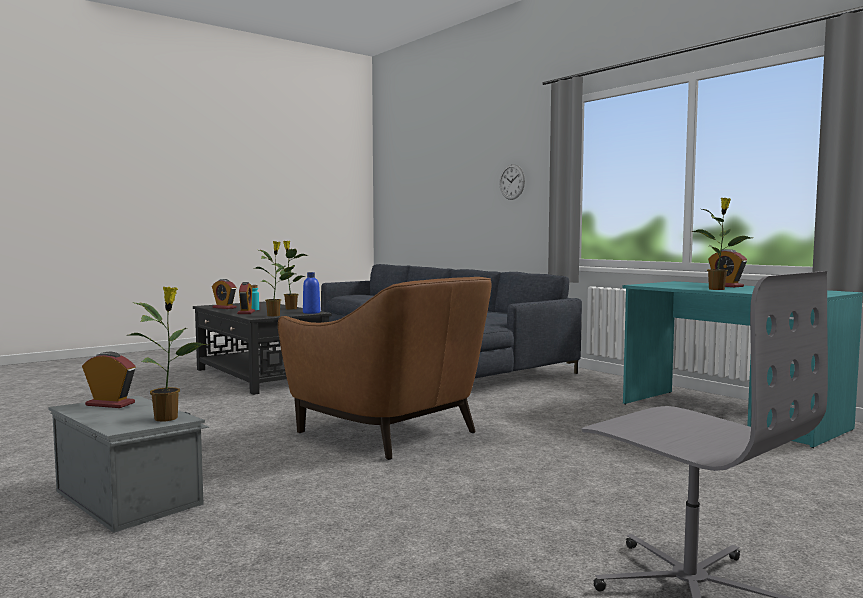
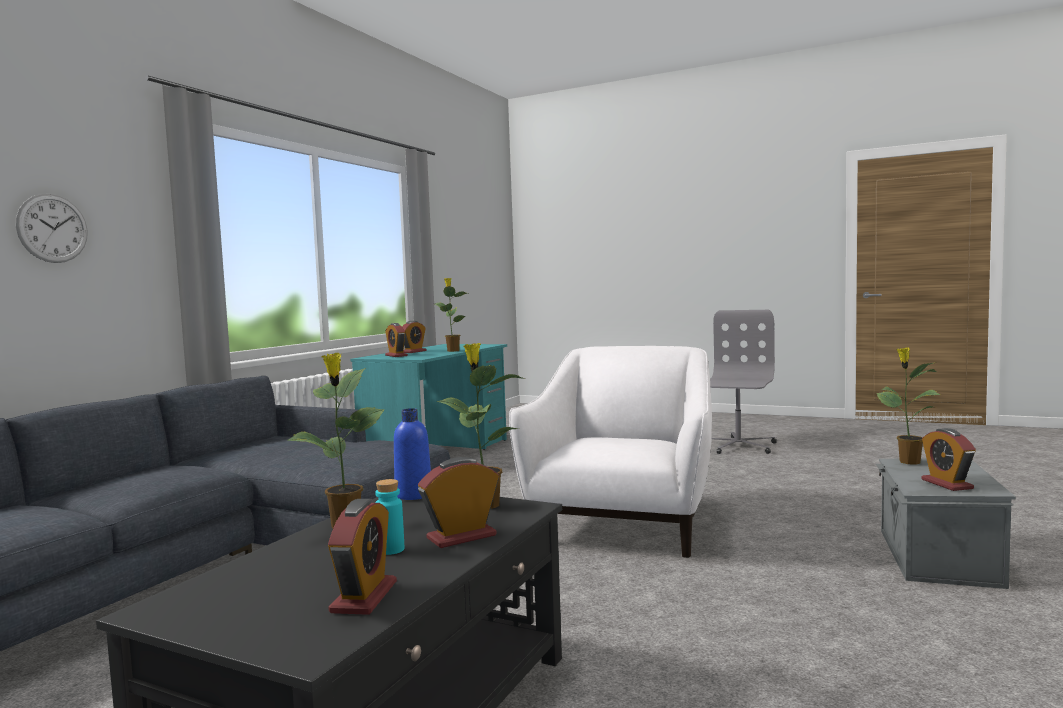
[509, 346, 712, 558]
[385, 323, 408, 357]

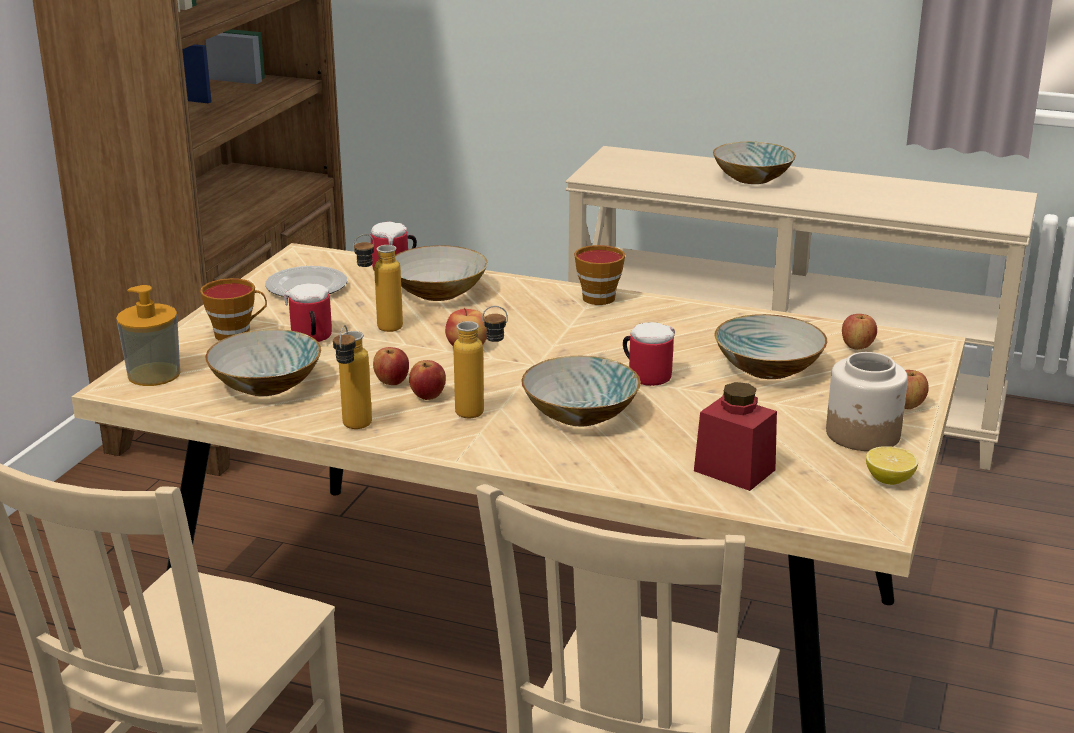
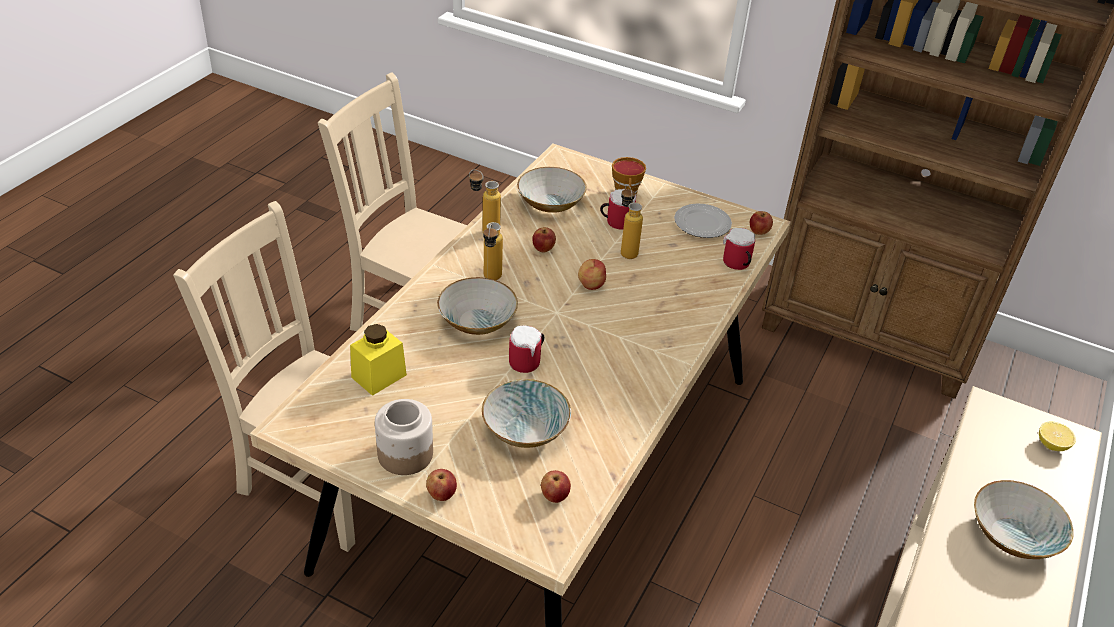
[395, 245, 488, 301] (first image)
[574, 245, 625, 305] (first image)
[116, 285, 180, 386] (first image)
[750, 211, 773, 235]
[350, 324, 407, 396]
[1039, 422, 1076, 451]

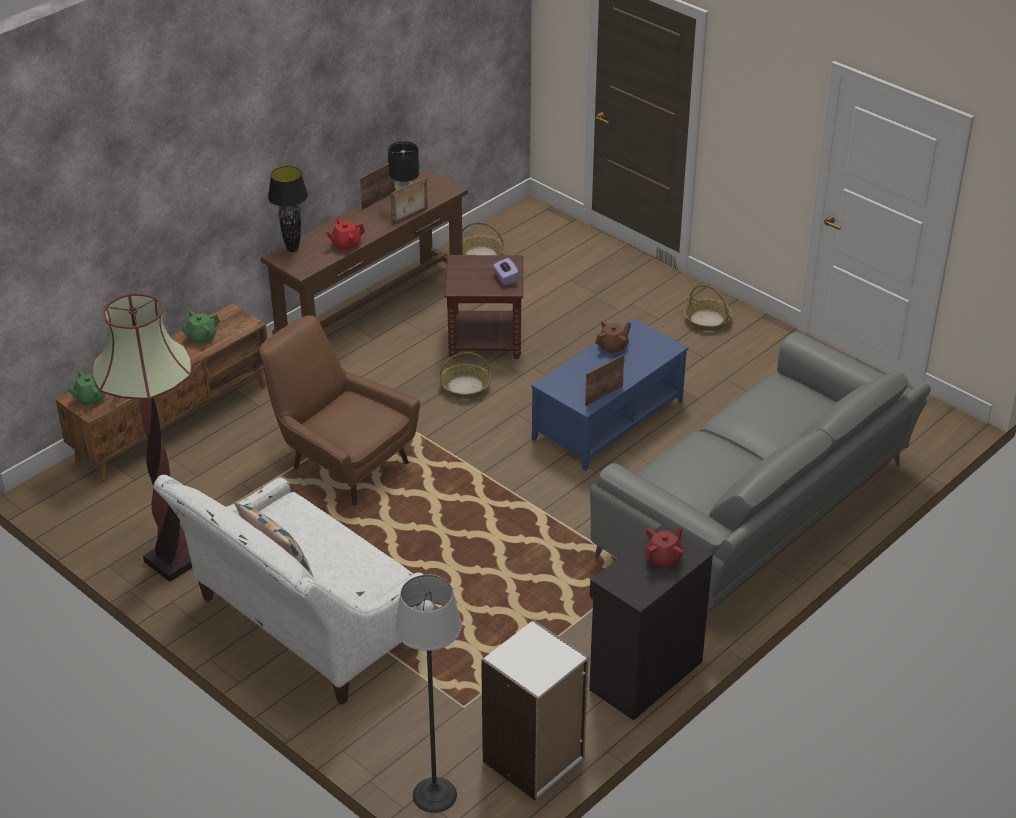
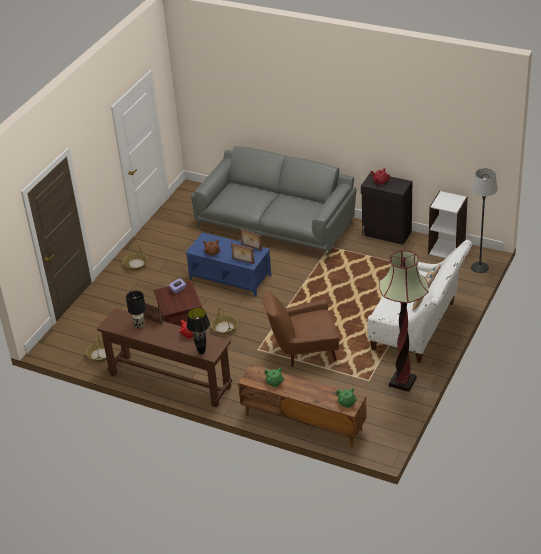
[231, 243, 255, 264]
[262, 290, 340, 367]

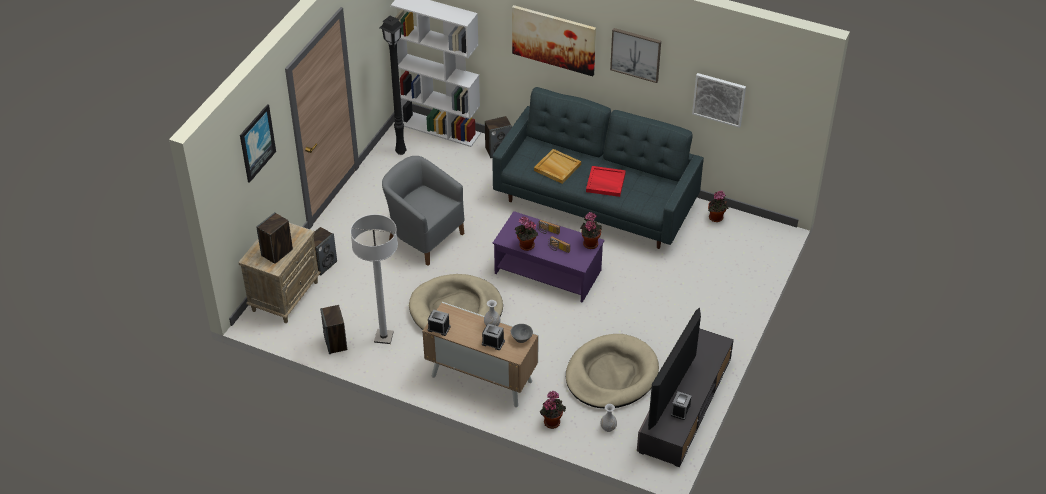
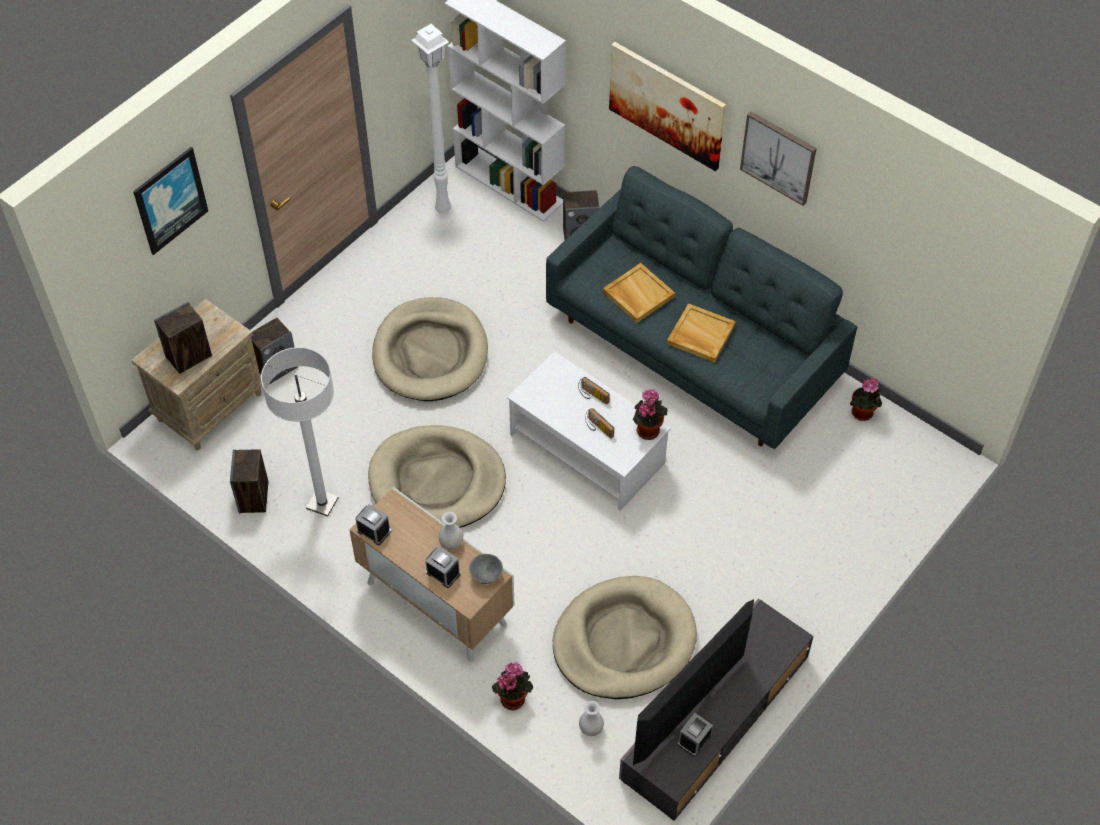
[412, 24, 451, 214]
[692, 73, 746, 128] (first image)
[372, 297, 488, 401]
[667, 303, 736, 363]
[507, 351, 671, 511]
[514, 217, 538, 251] (first image)

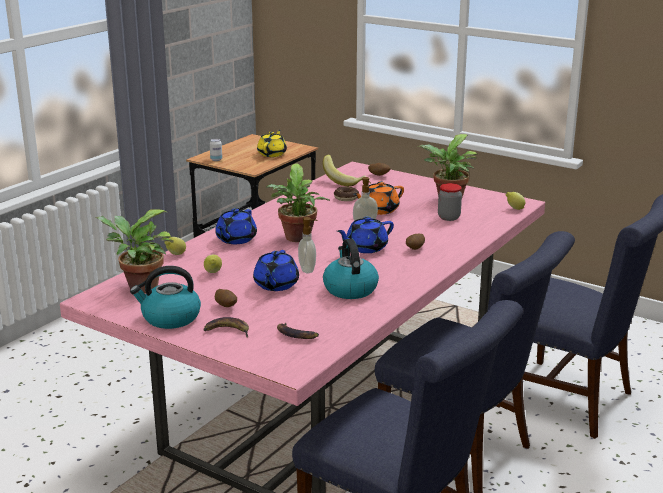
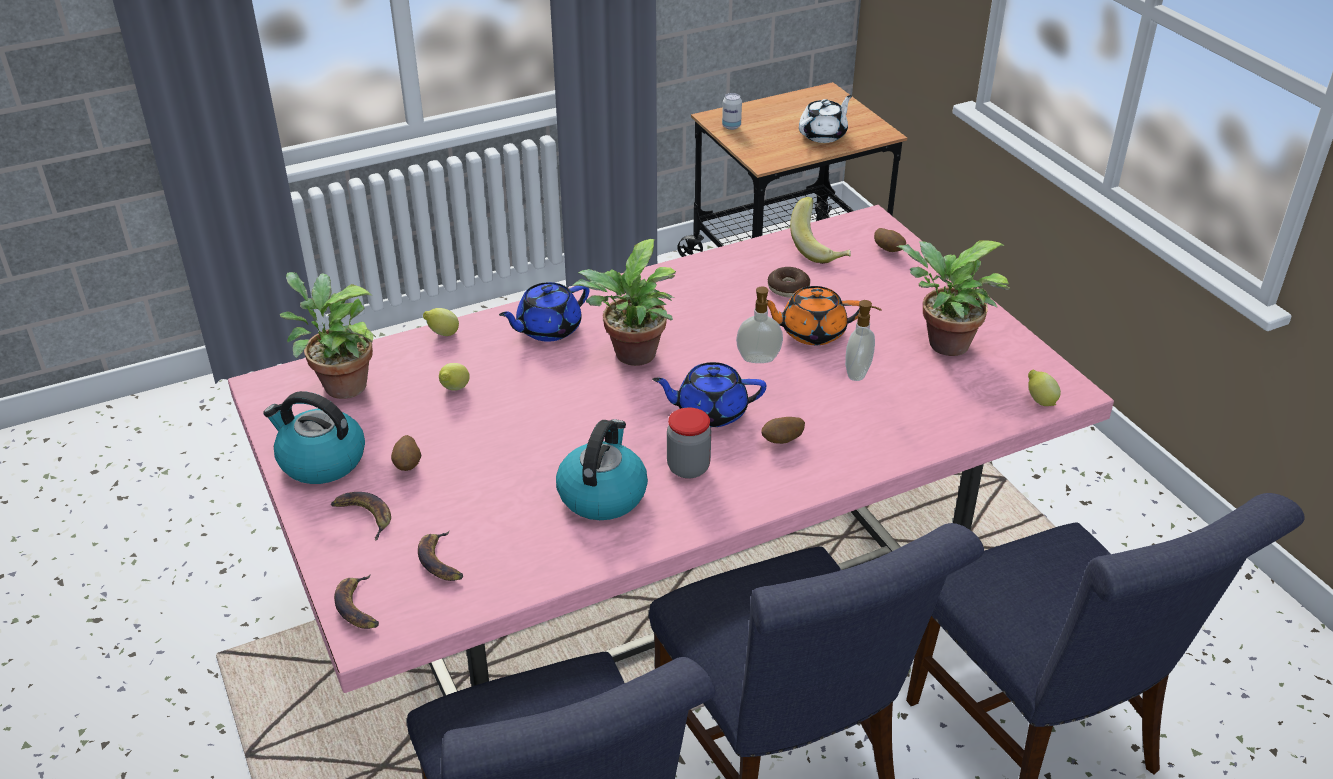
[799, 95, 852, 143]
[667, 407, 711, 479]
[845, 300, 882, 381]
[253, 250, 299, 291] (first image)
[334, 574, 379, 629]

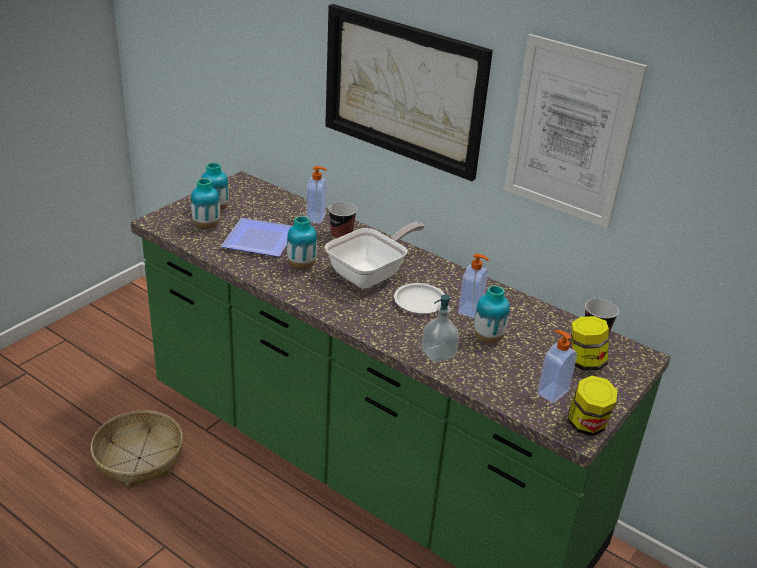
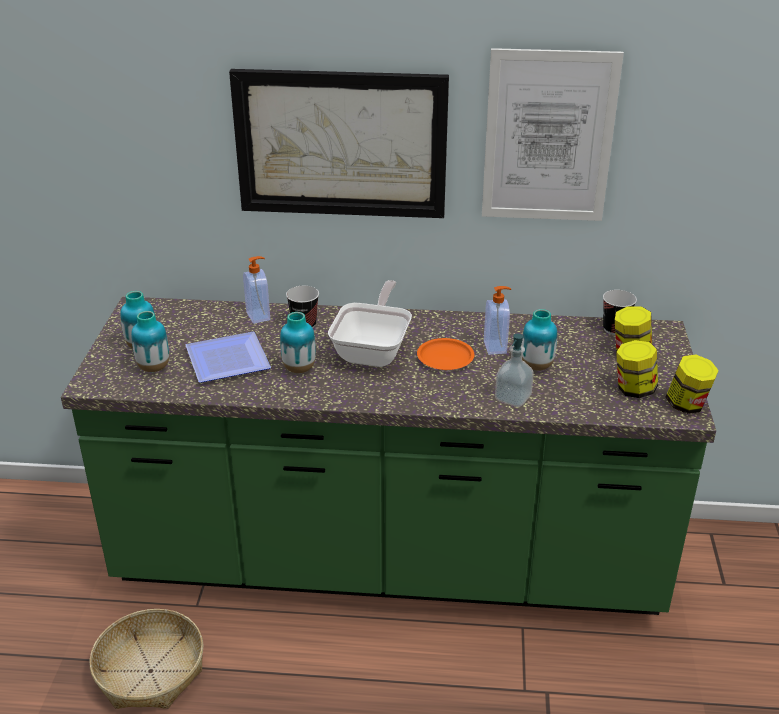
[417, 338, 475, 370]
[616, 340, 658, 398]

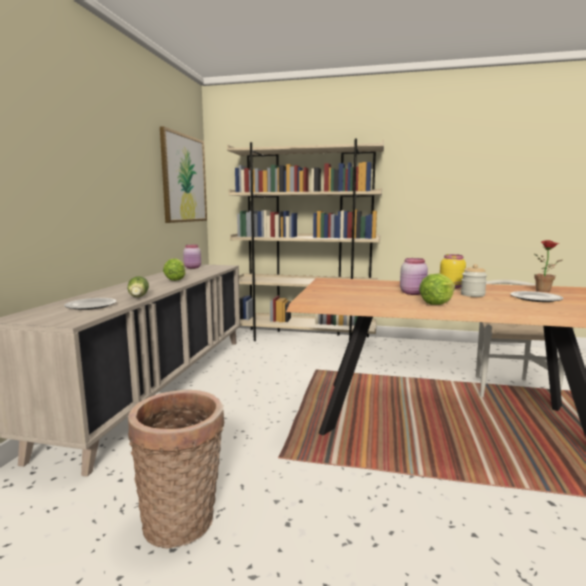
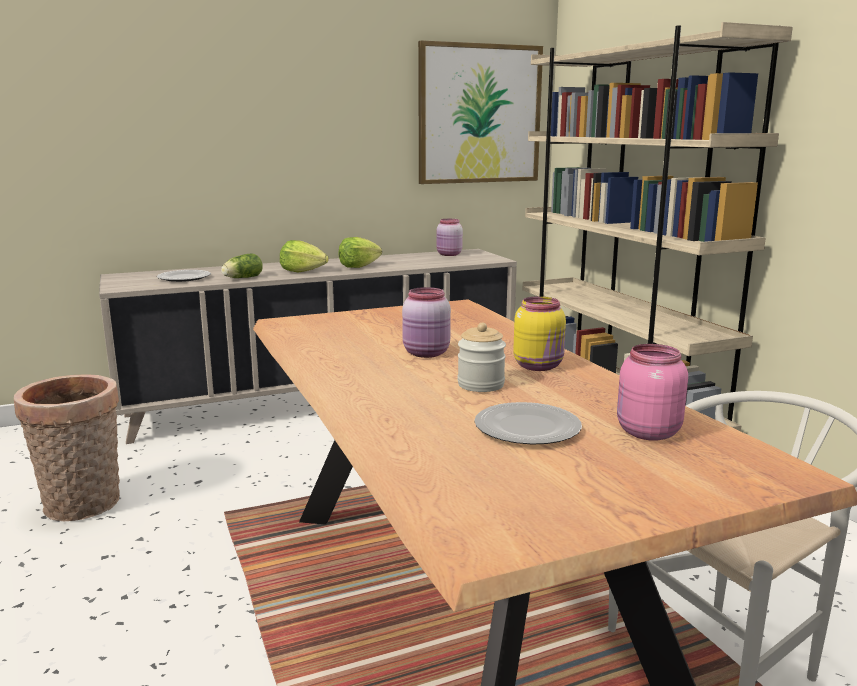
[617, 344, 688, 441]
[280, 240, 329, 272]

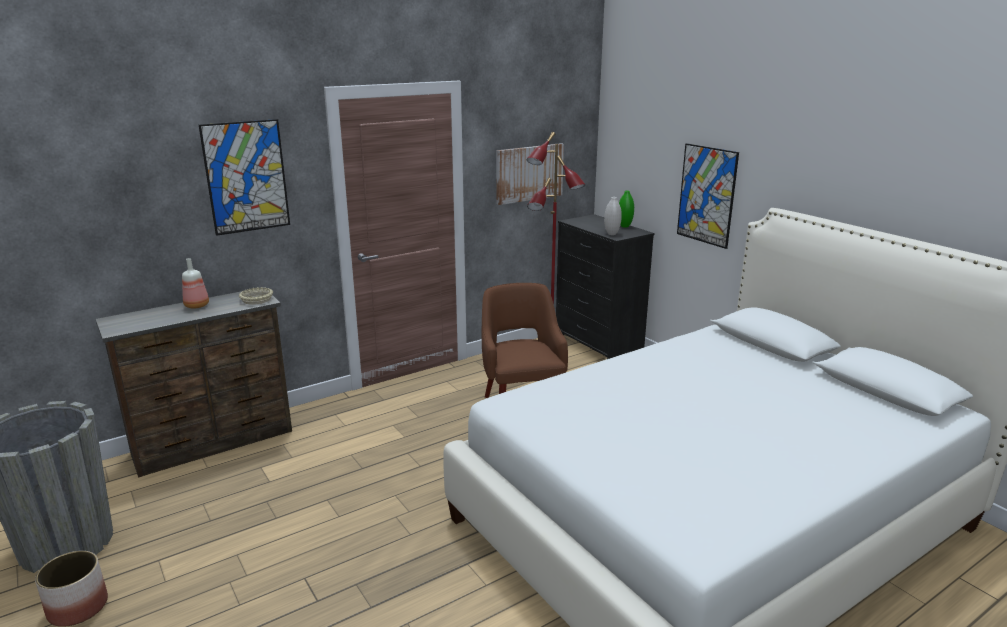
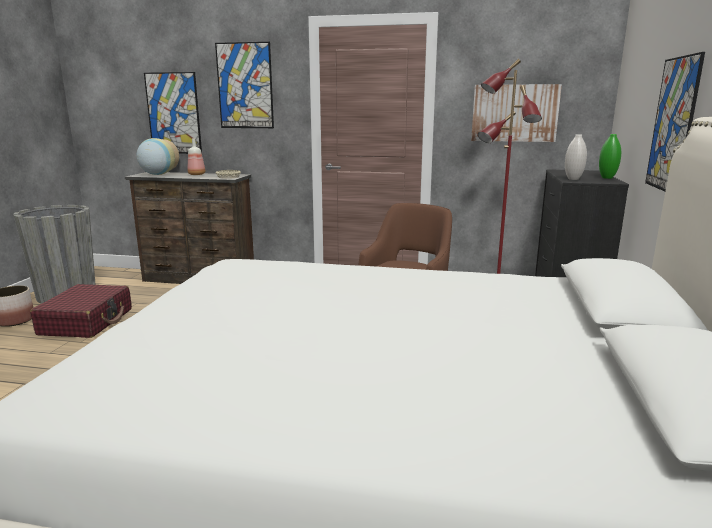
[144, 72, 202, 154]
[136, 138, 179, 175]
[30, 284, 132, 338]

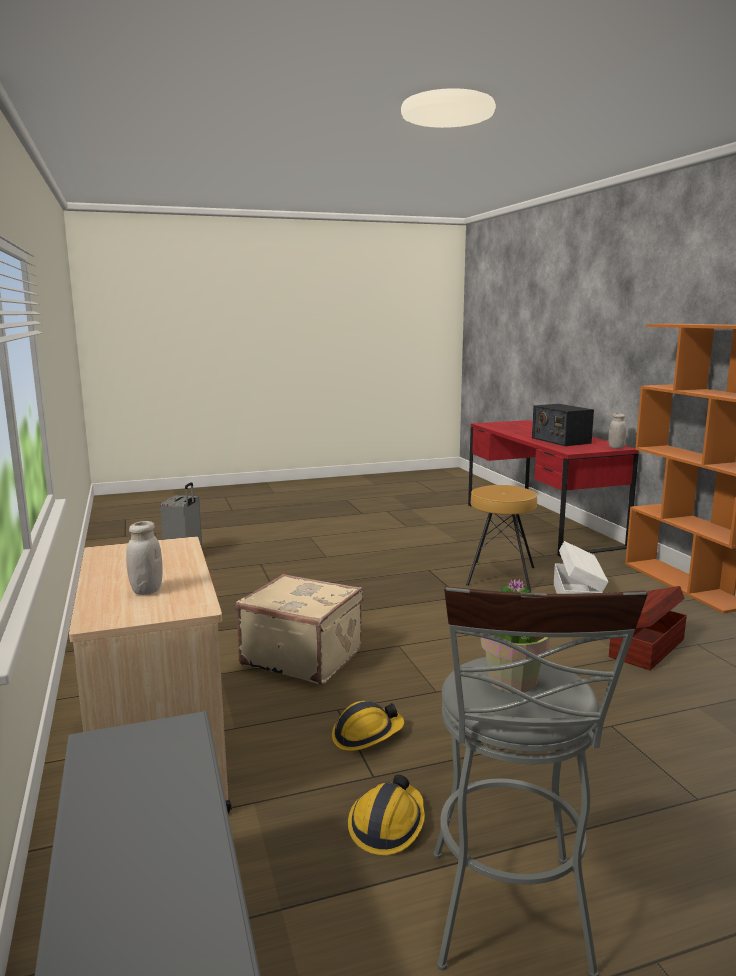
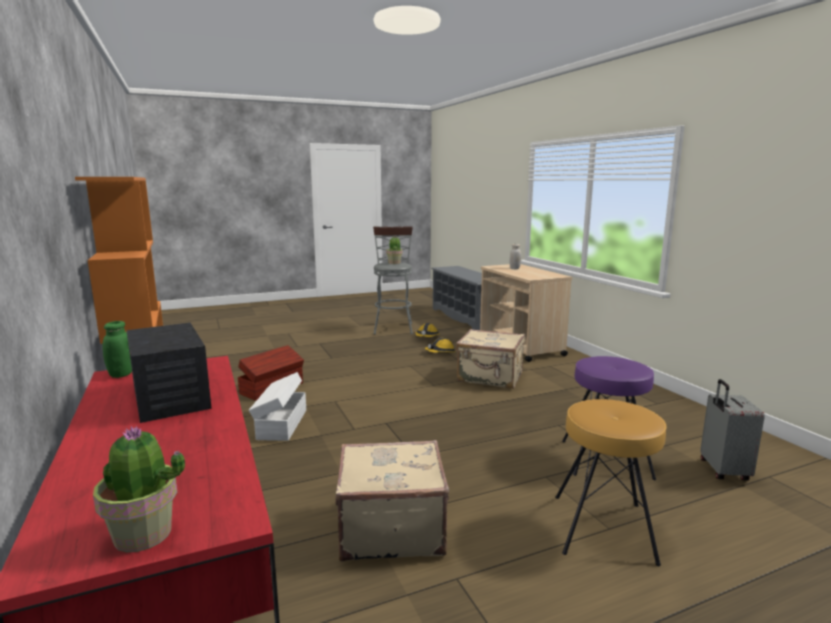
[103, 321, 132, 378]
[555, 399, 666, 566]
[562, 356, 656, 480]
[93, 426, 185, 552]
[335, 440, 449, 562]

